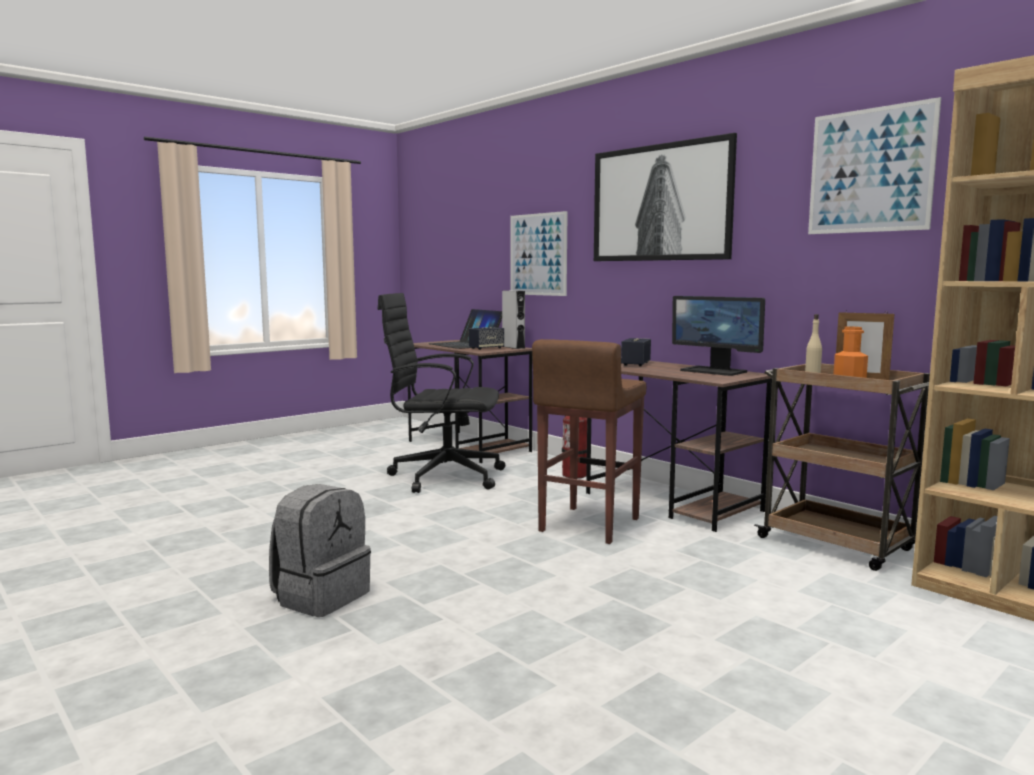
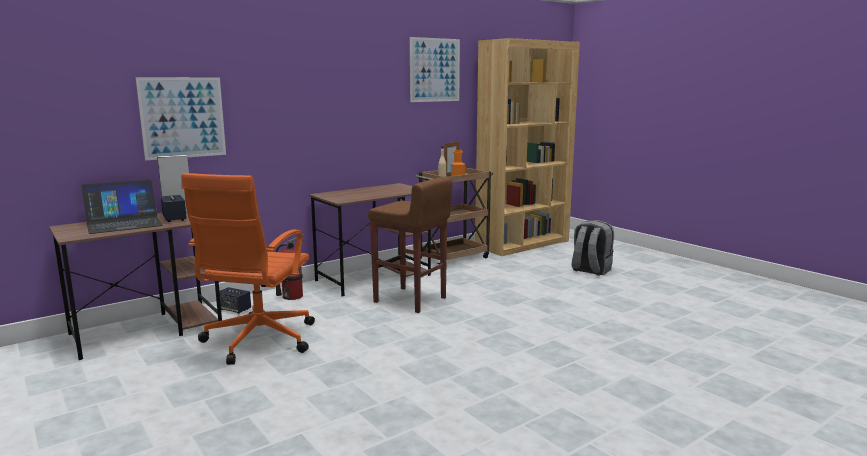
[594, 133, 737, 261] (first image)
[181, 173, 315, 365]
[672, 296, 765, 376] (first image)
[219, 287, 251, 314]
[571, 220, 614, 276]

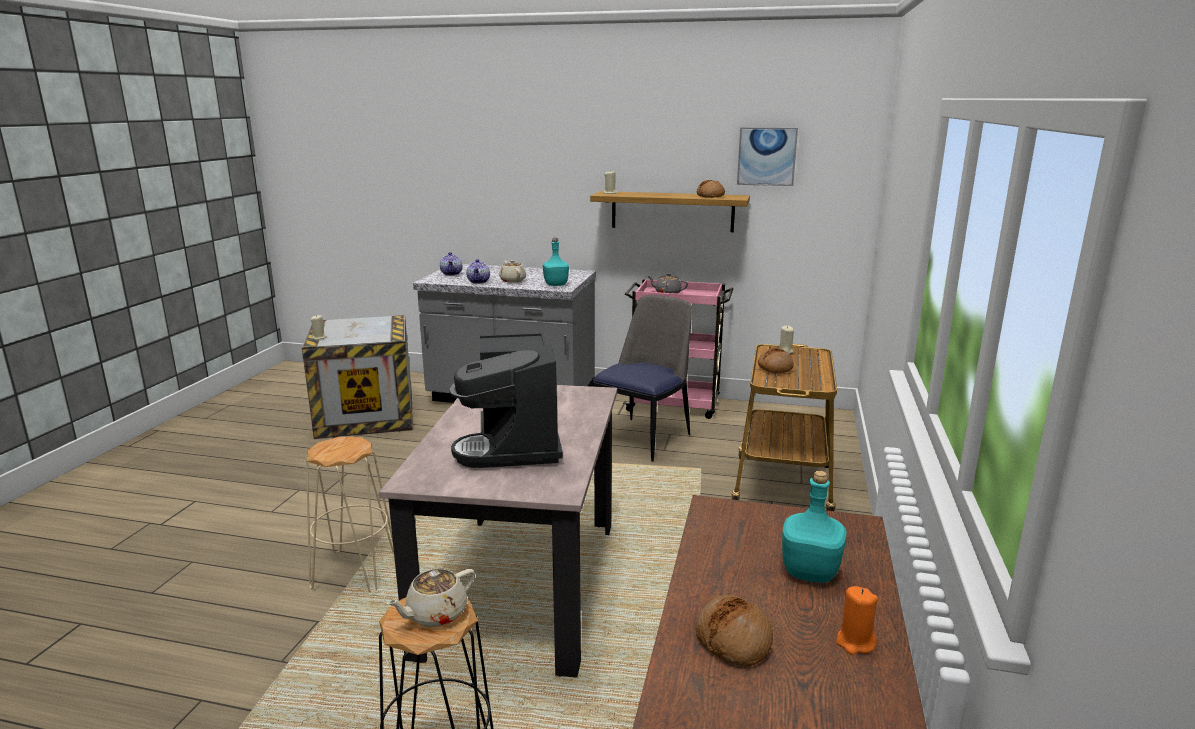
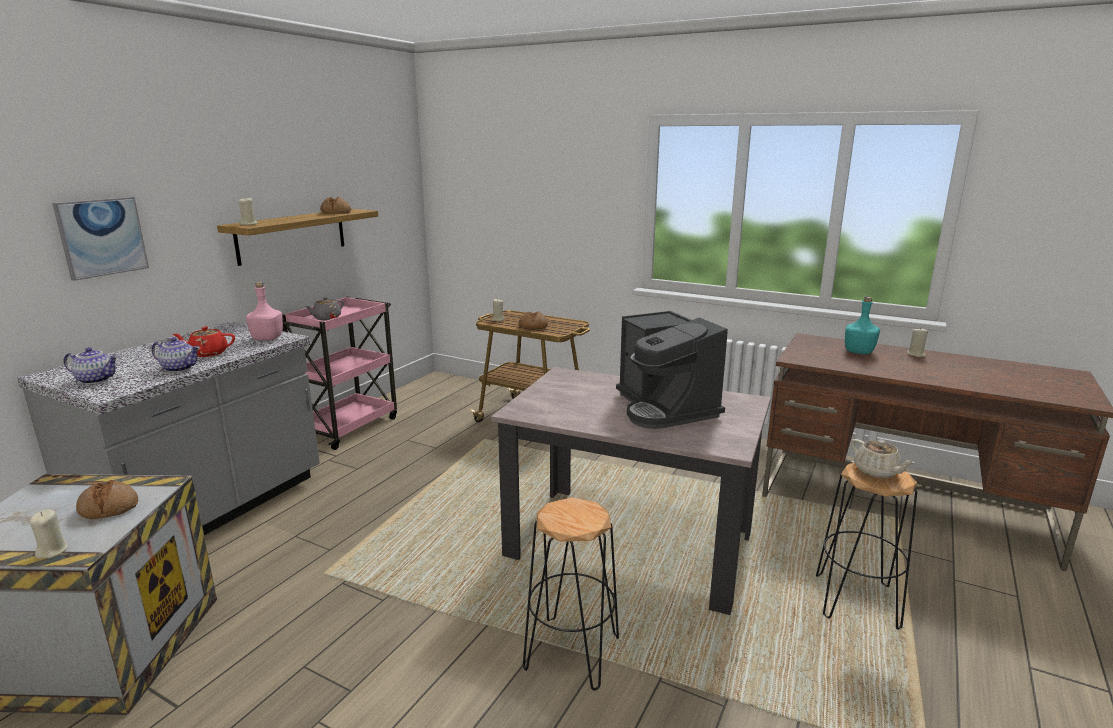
[52, 197, 149, 281]
[246, 282, 283, 341]
[172, 326, 235, 357]
[593, 295, 692, 462] (first image)
[616, 311, 728, 429]
[523, 497, 619, 690]
[907, 329, 928, 357]
[76, 480, 138, 519]

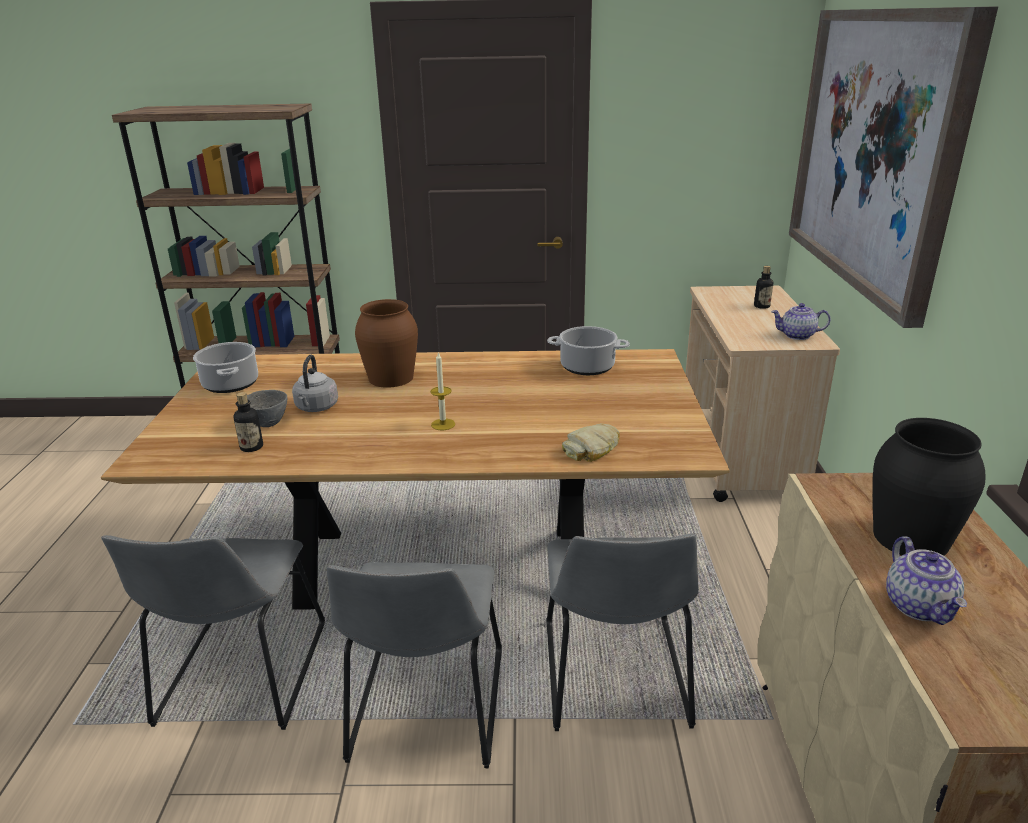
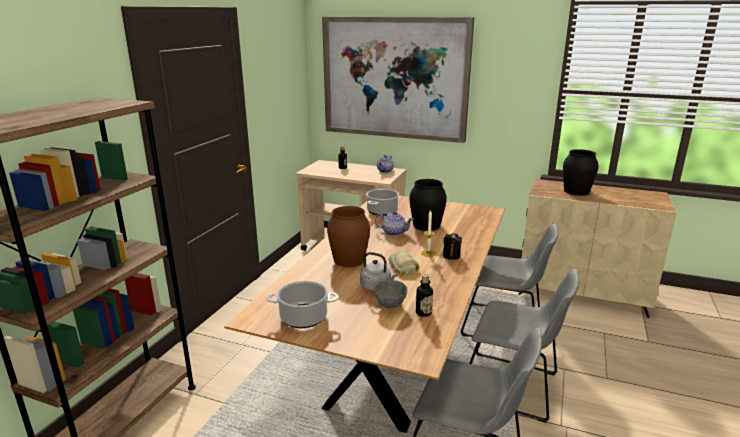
[388, 251, 419, 275]
[375, 211, 414, 236]
[409, 179, 447, 231]
[443, 233, 462, 260]

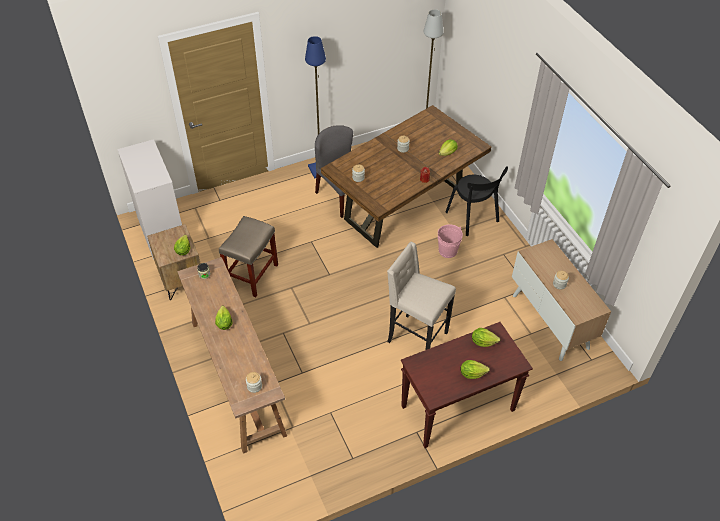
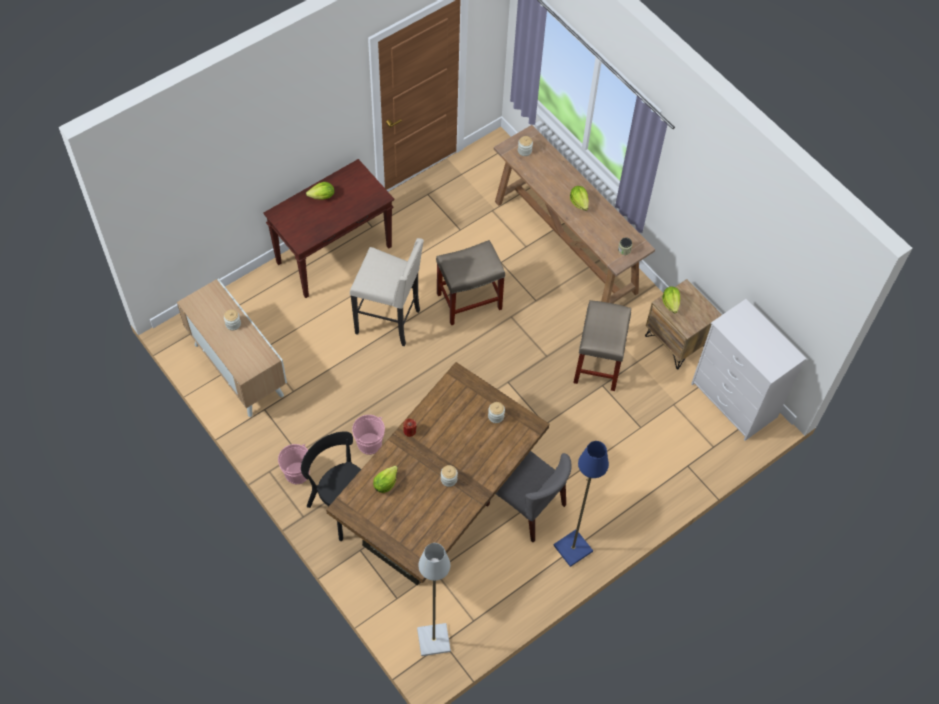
[472, 328, 500, 347] (first image)
[436, 240, 505, 325]
[278, 444, 310, 484]

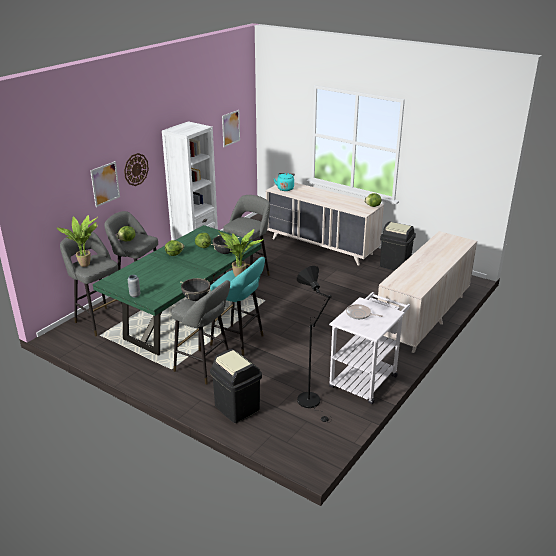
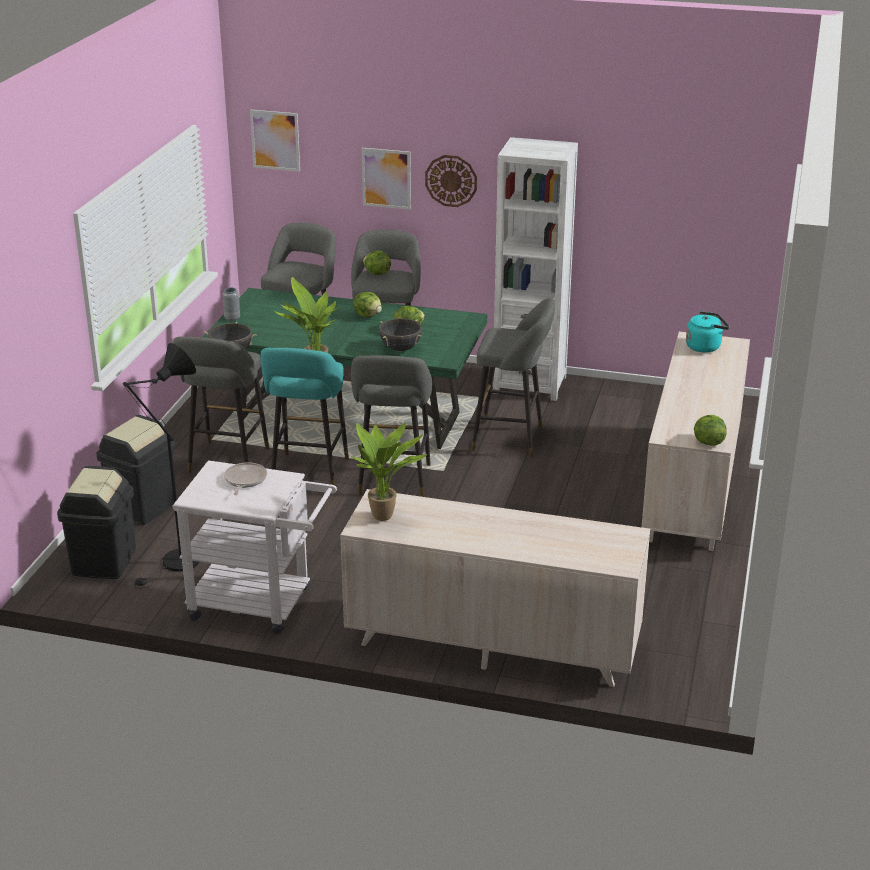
[250, 110, 300, 172]
[353, 422, 427, 521]
[57, 466, 136, 579]
[351, 355, 432, 497]

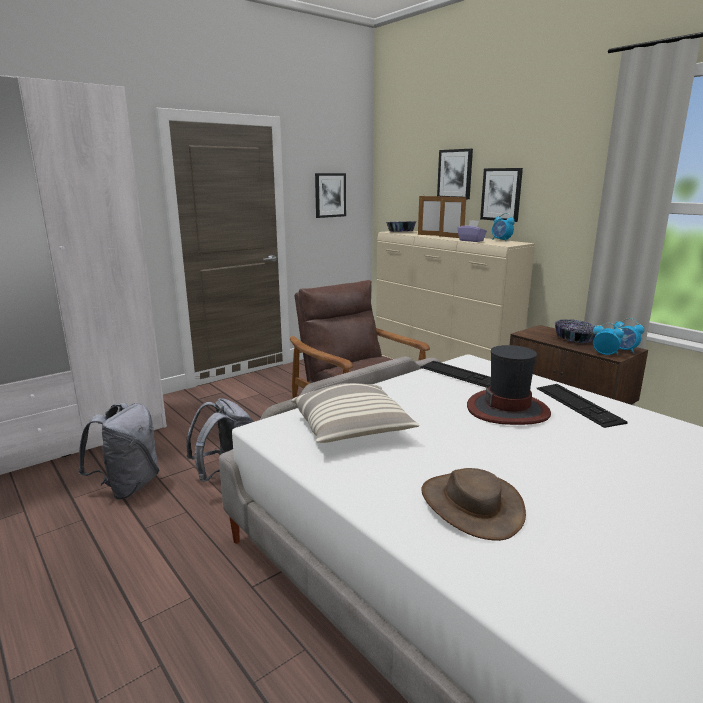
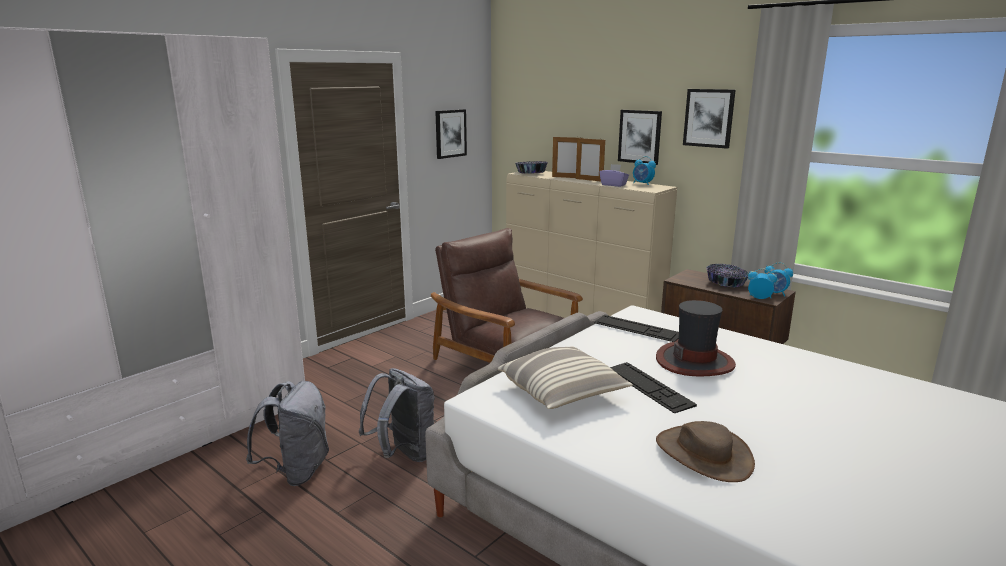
[683, 89, 736, 149]
[610, 362, 697, 413]

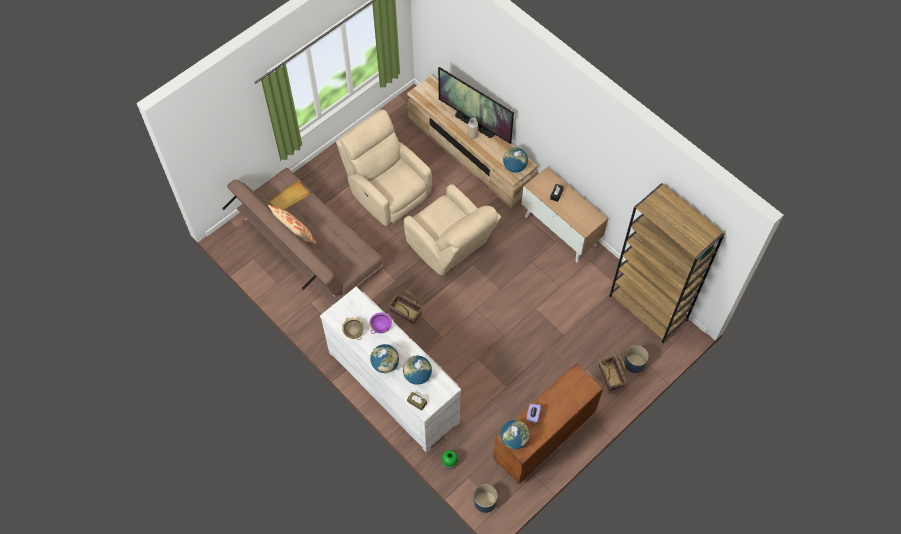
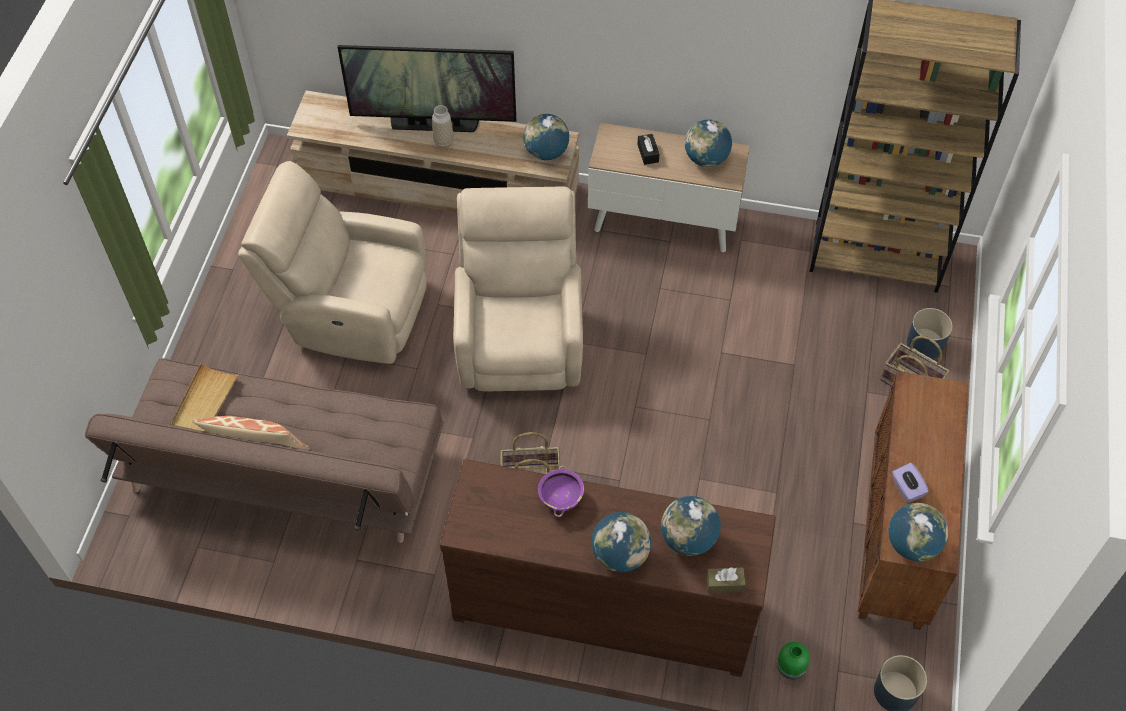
[453, 187, 583, 391]
[440, 459, 776, 677]
[342, 318, 365, 340] (first image)
[685, 119, 732, 167]

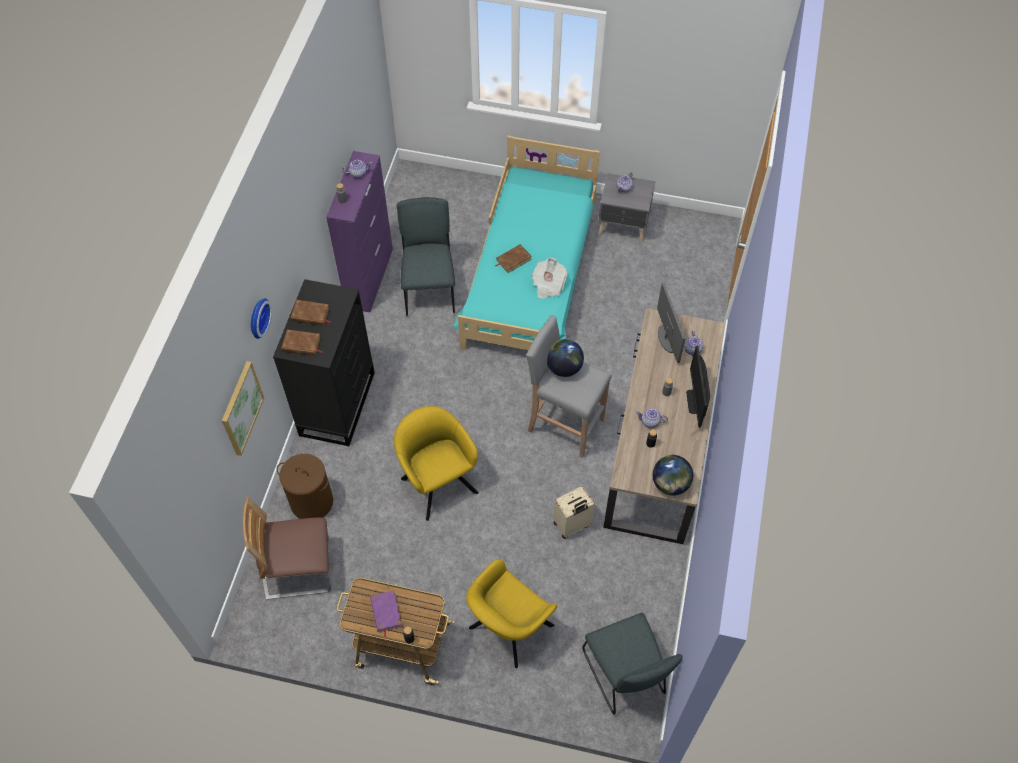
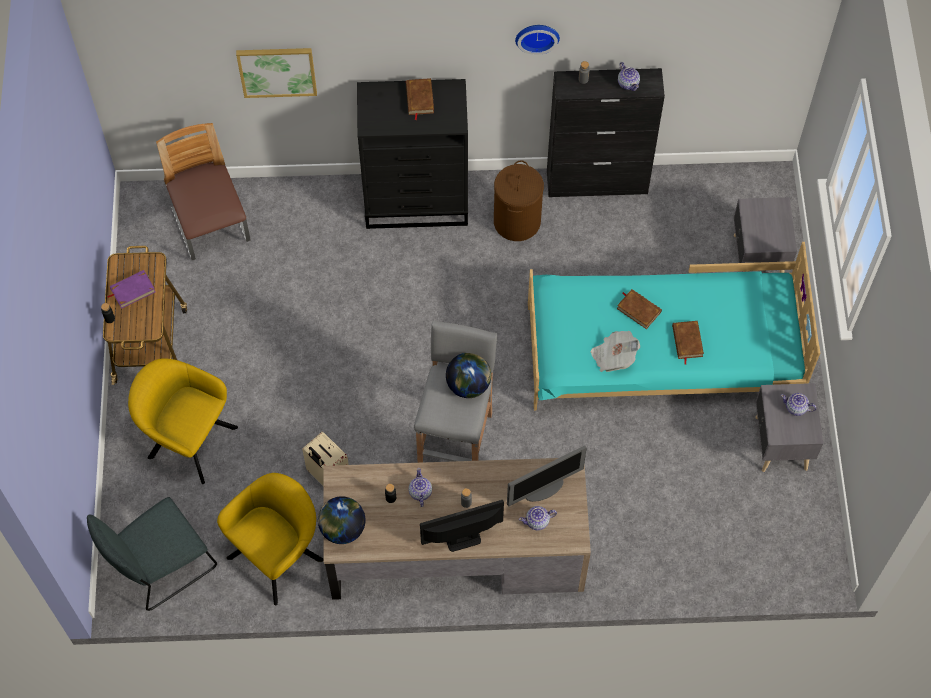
[547, 68, 665, 197]
[397, 197, 455, 316] (first image)
[515, 25, 560, 55]
[672, 321, 704, 365]
[217, 473, 324, 605]
[494, 160, 544, 241]
[734, 197, 797, 273]

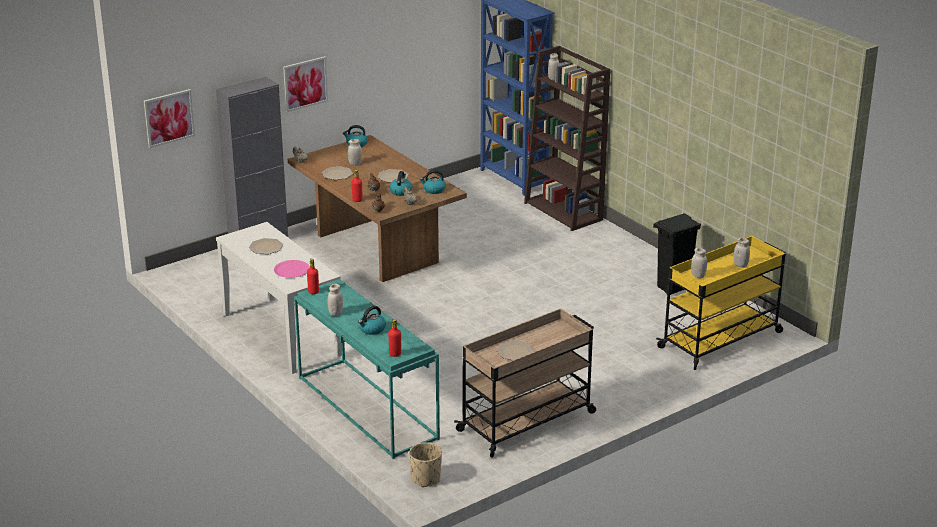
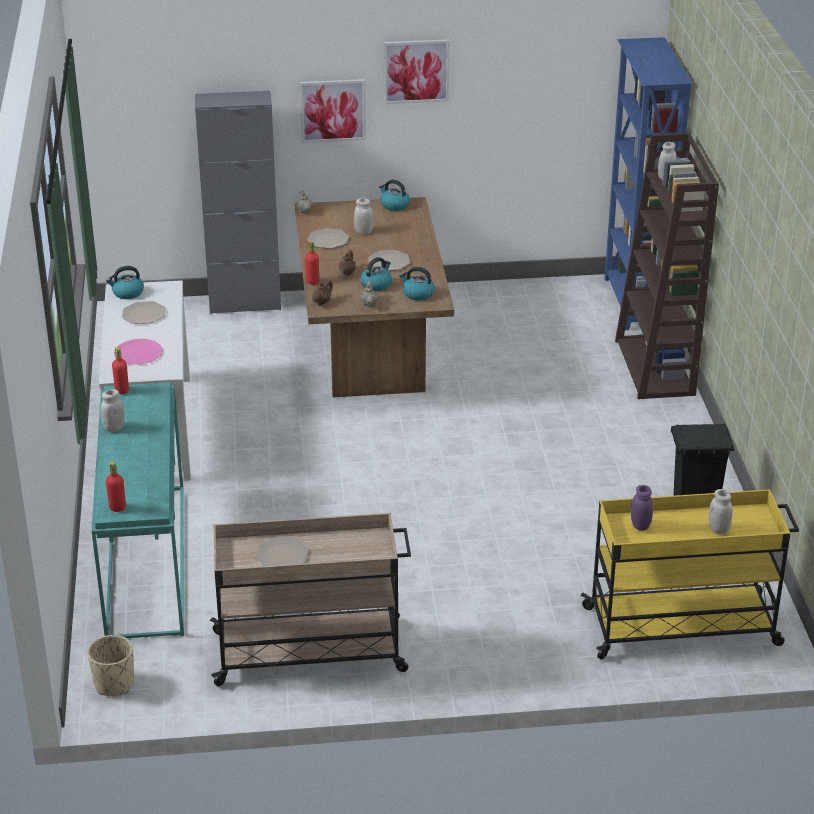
[384, 39, 449, 104]
[631, 485, 653, 531]
[106, 266, 144, 299]

